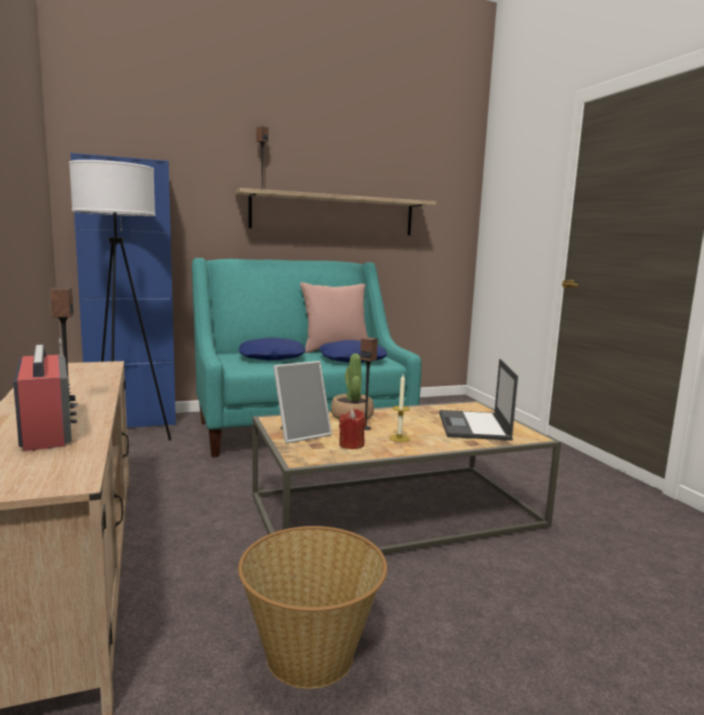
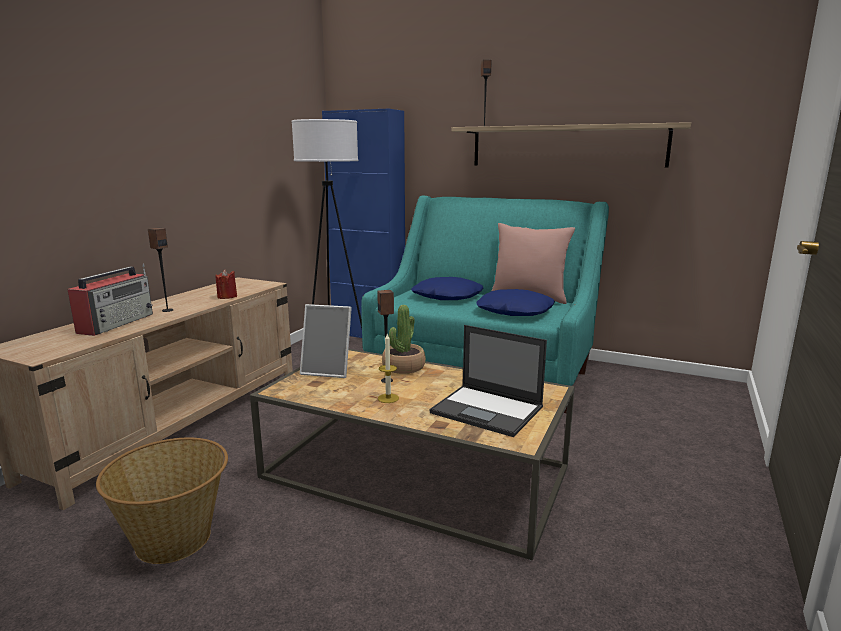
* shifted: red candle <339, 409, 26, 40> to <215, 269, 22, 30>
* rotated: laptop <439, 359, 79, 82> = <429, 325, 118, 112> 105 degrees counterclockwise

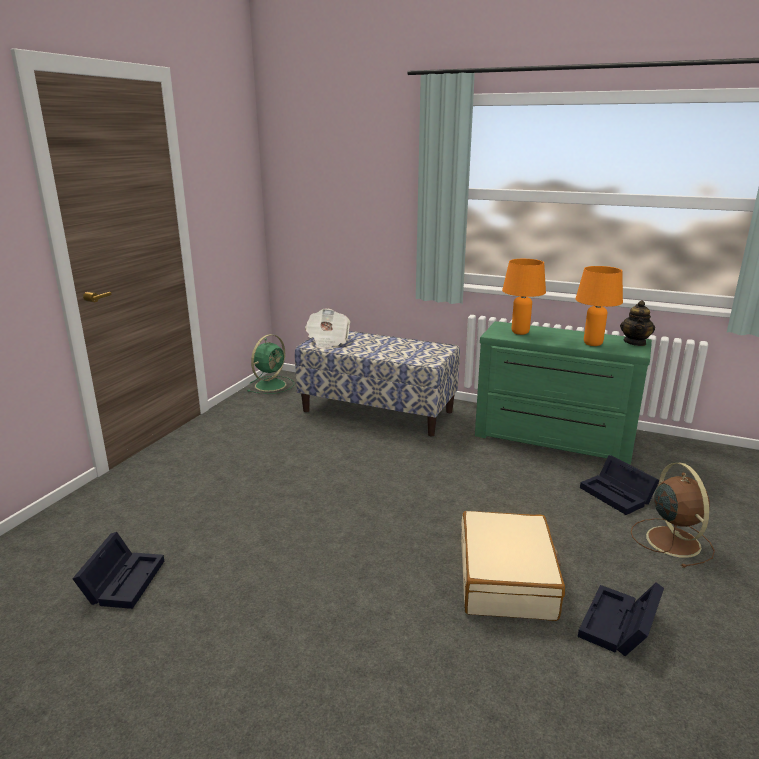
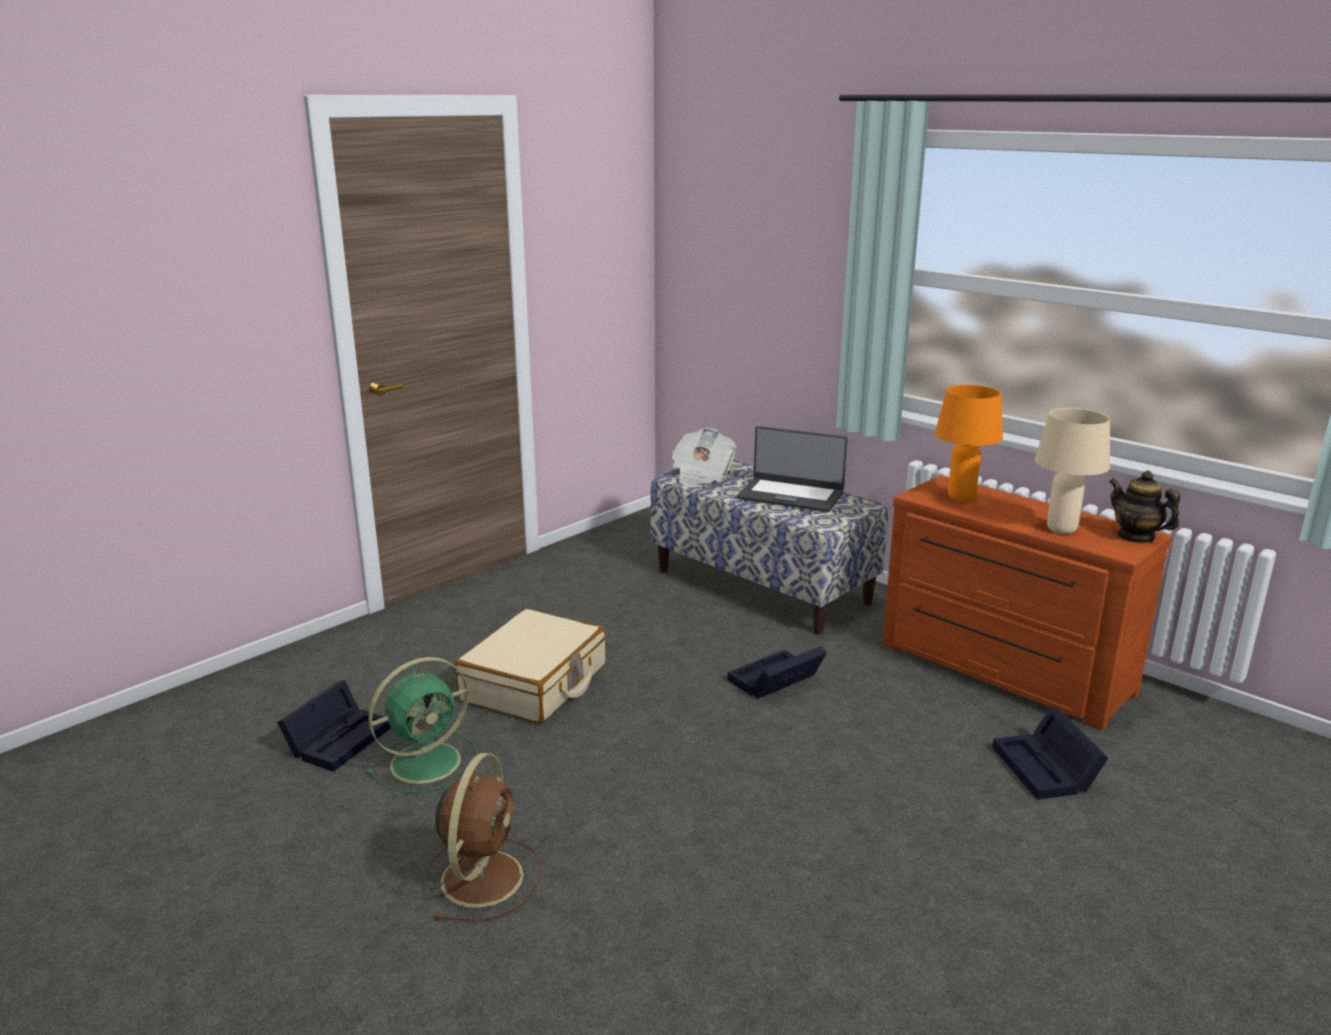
* shifted: green fan <247, 334, 47, 60> to <367, 657, 112, 136>
* shifted: brown fan <631, 463, 84, 105> to <426, 753, 115, 168>
* shifted: beige suitcase <461, 511, 104, 110> to <455, 609, 151, 114>
* shifted: black storage box <578, 582, 86, 74> to <728, 646, 99, 53>
* new: laptop <737, 426, 111, 86>
* repainted: green dresser <475, 321, 177, 144> to brown dresser <882, 475, 290, 256>
* repainted: orange table lamp <575, 266, 48, 80> to beige table lamp <1035, 408, 75, 126>
* rotated: teapot <620, 300, 35, 46> = <1109, 470, 71, 73> 105 degrees clockwise

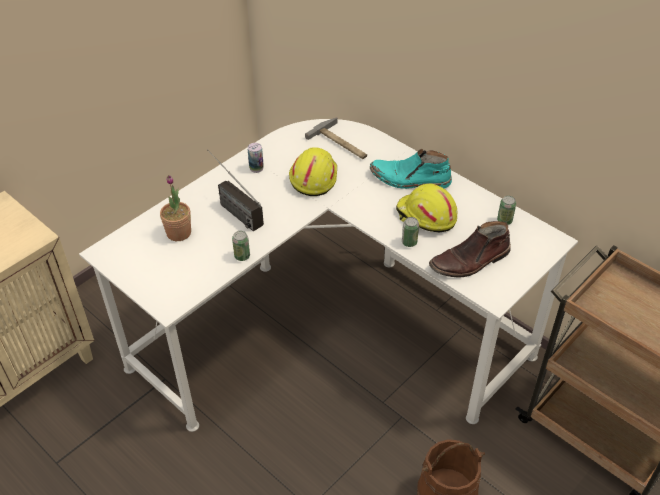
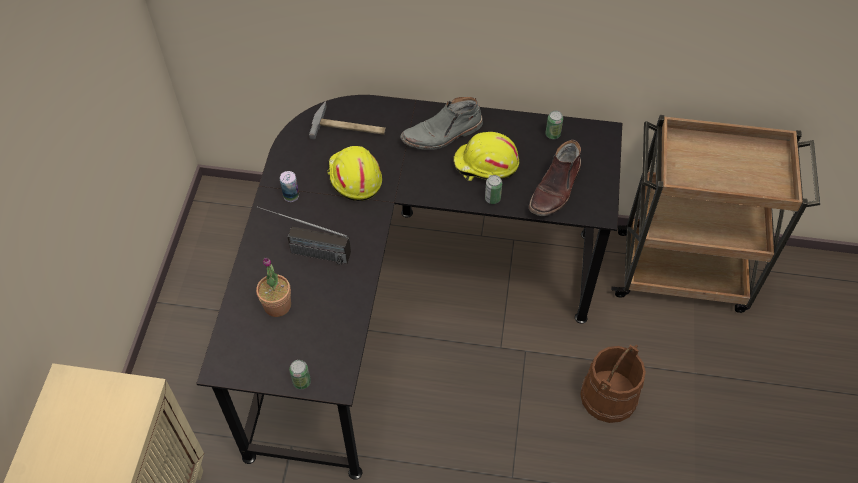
* repainted: white desk <79, 119, 499, 313> to black desk <196, 95, 426, 385>
* shifted: can <232, 231, 18, 30> to <289, 360, 22, 29>
* repainted: turquoise boot <370, 149, 82, 40> to grey boot <400, 97, 83, 53>

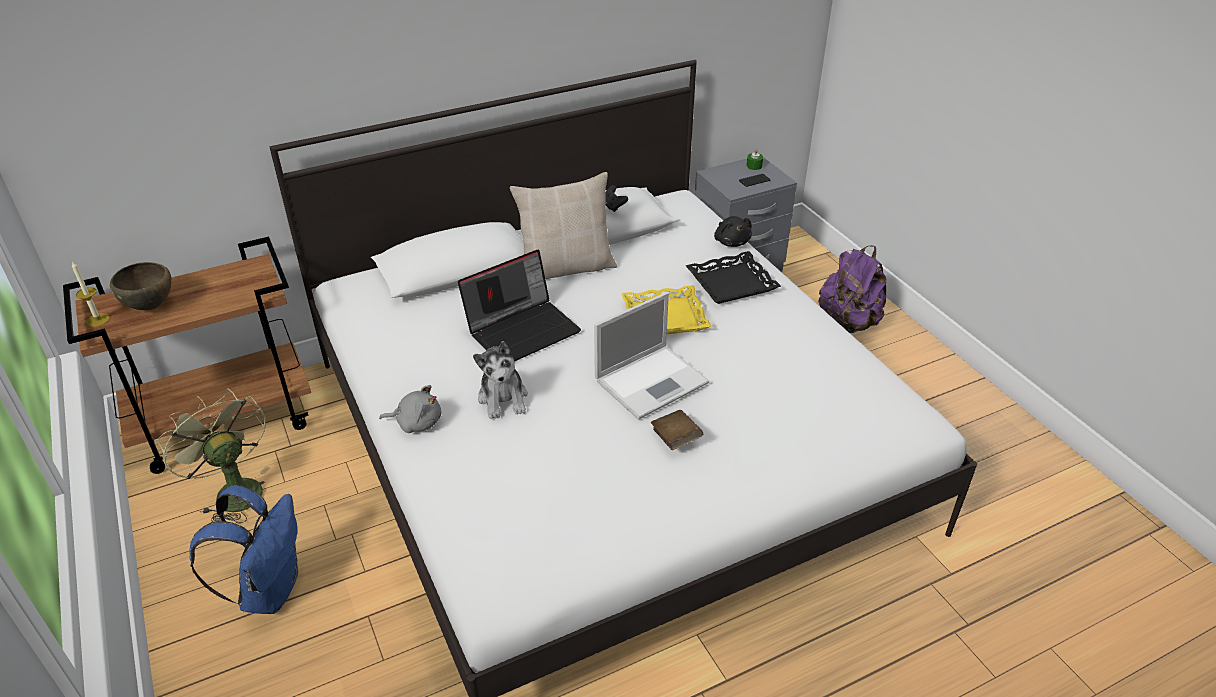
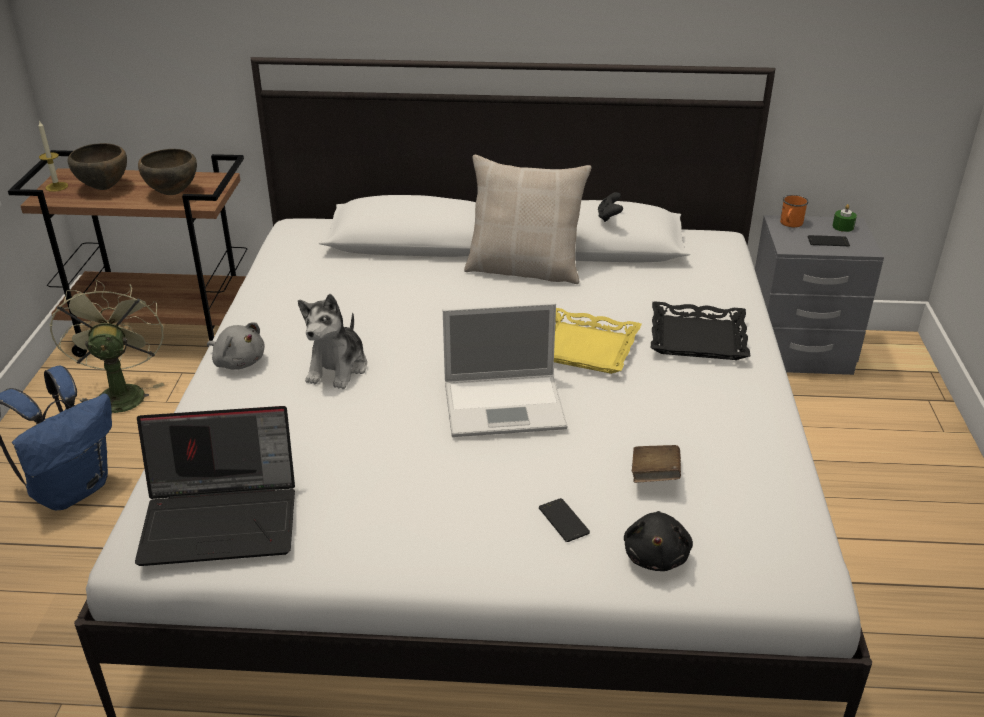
* shifted: laptop <458, 249, 123, 113> to <135, 406, 160, 160>
* new: brown bowl <138, 149, 59, 46>
* new: phone <539, 498, 51, 44>
* shifted: black plush toy <714, 216, 38, 31> to <624, 511, 69, 60>
* shifted: brown book <651, 410, 52, 40> to <632, 445, 49, 38>
* new: orange mug <780, 195, 28, 32>
* gone: purple backpack <818, 245, 69, 88>

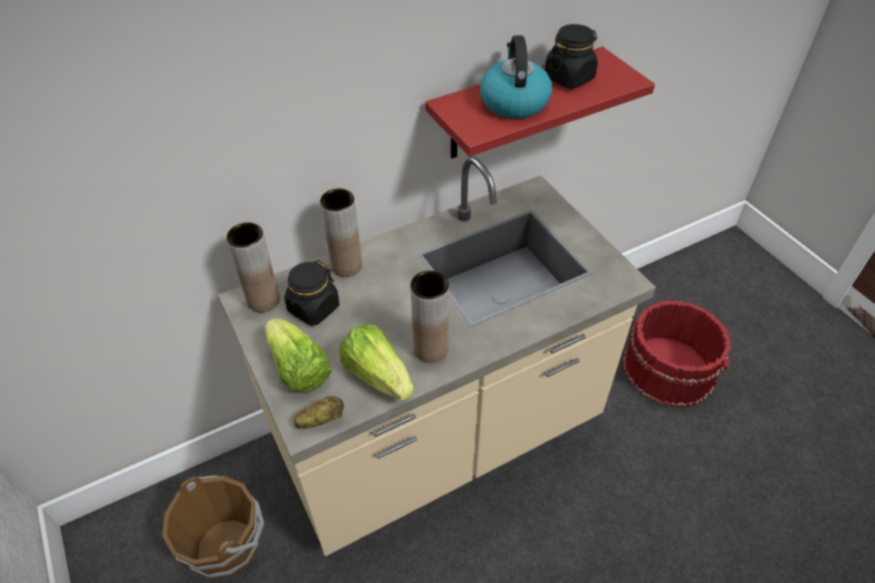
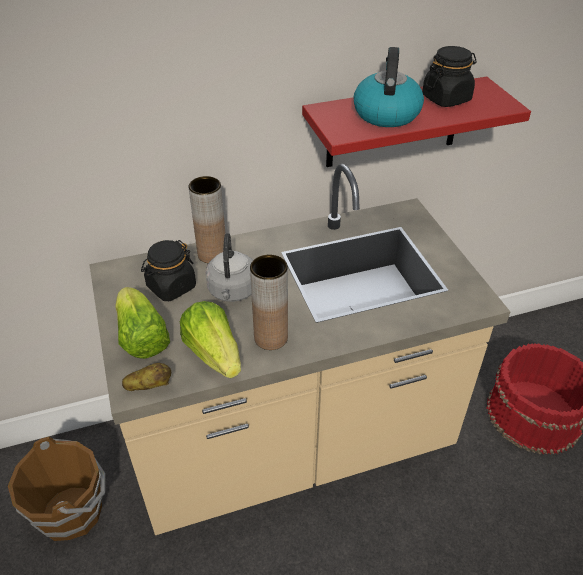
* new: grey kettle <205, 233, 48, 69>
* gone: brown vase <226, 223, 54, 89>

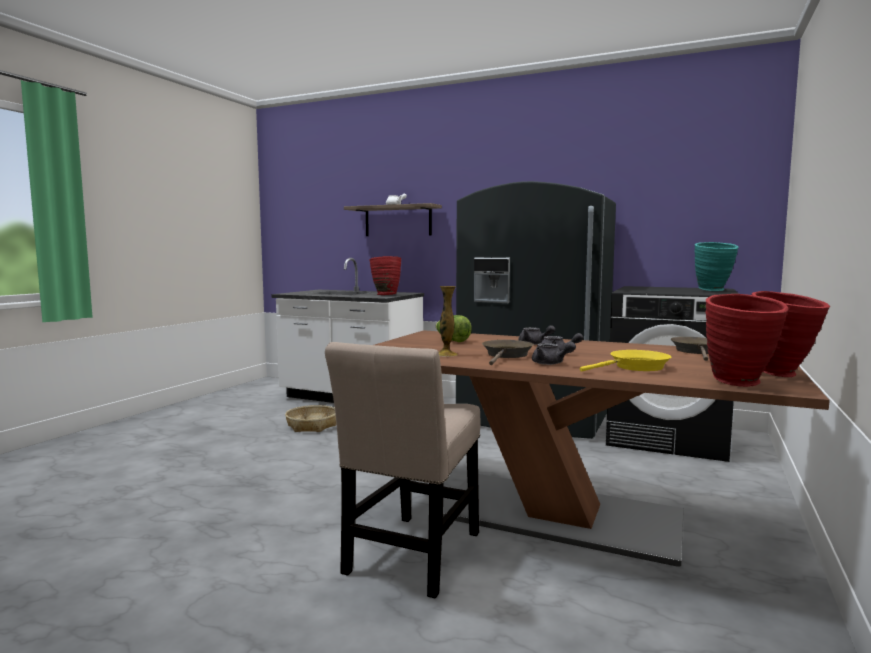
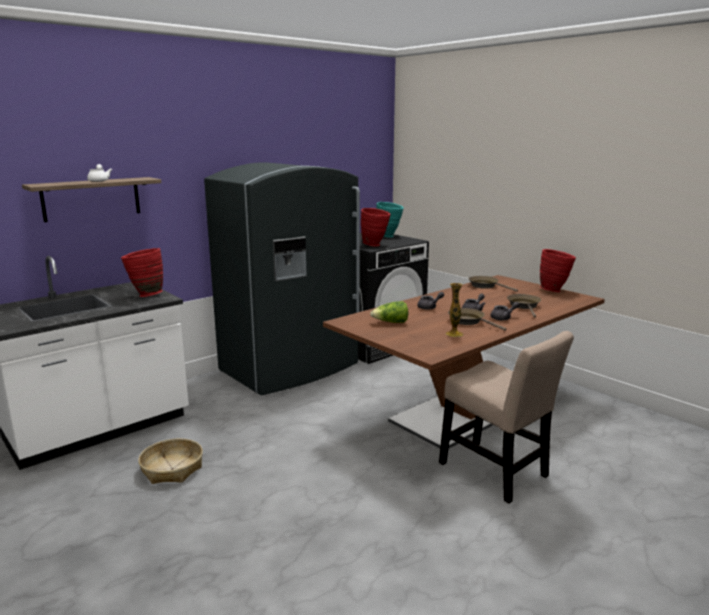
* shifted: red vase <705, 294, 84, 93> to <361, 208, 30, 38>
* repainted: yellow frying pan <580, 350, 91, 22> to brown frying pan <507, 294, 34, 24>

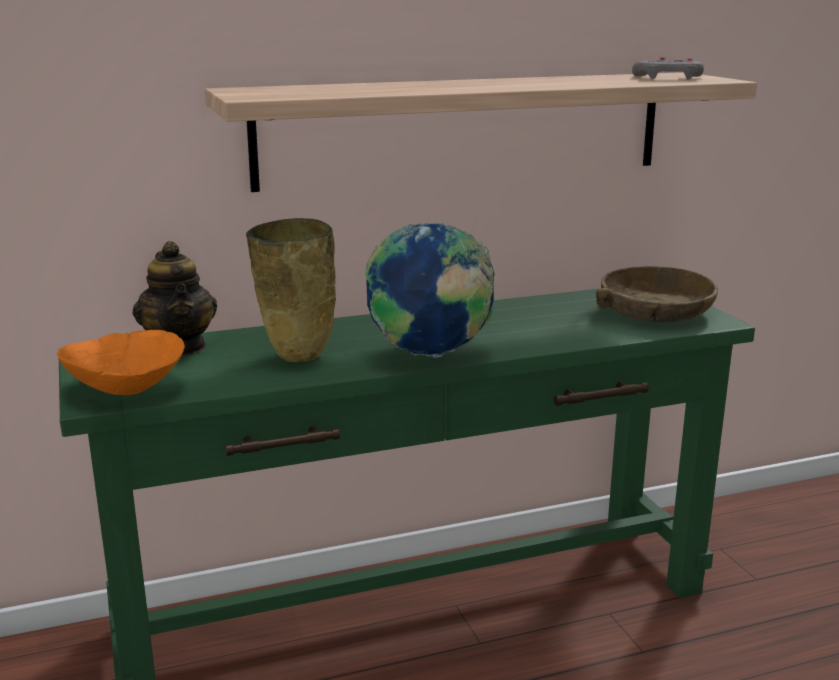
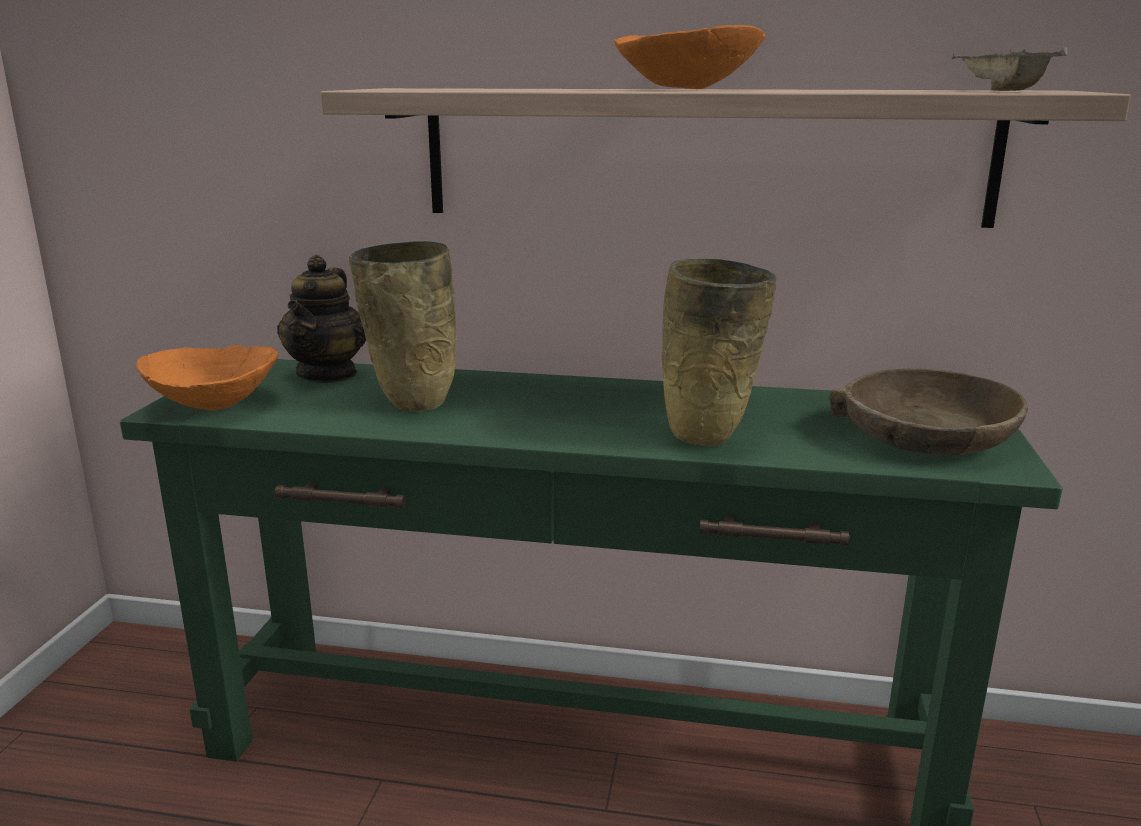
* new: orange bowl <614, 25, 152, 64>
* new: beige vase <662, 259, 115, 187>
* swapped: grey game controller <632, 57, 72, 23> to beige tray <952, 46, 115, 45>
* gone: globe <365, 223, 130, 135>

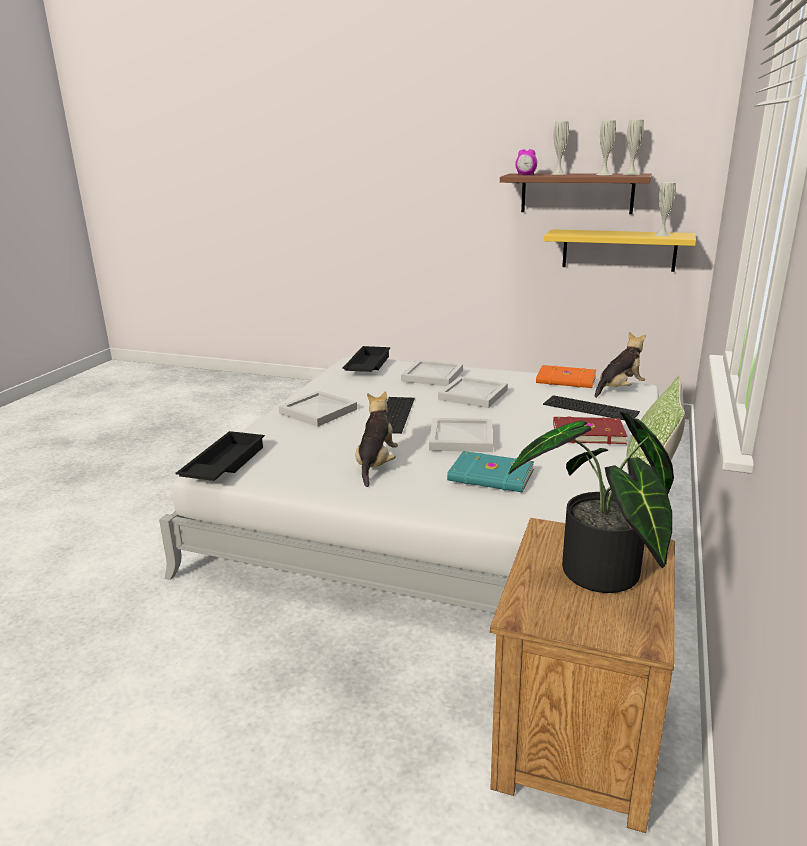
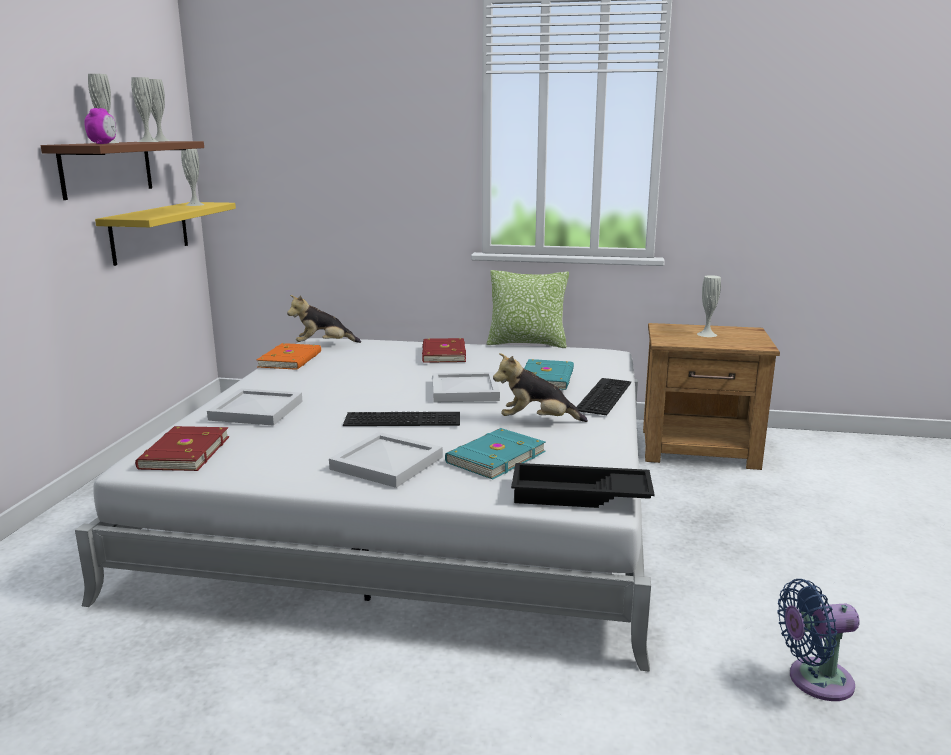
* swapped: black tray <342, 346, 48, 26> to red book <135, 426, 94, 45>
* rotated: plush toy <595, 332, 51, 66> = <287, 295, 74, 48> 60 degrees counterclockwise
* new: turquoise book <445, 428, 101, 52>
* shifted: keyboard <543, 395, 97, 25> to <576, 378, 55, 37>
* swapped: potted plant <508, 411, 166, 182> to white vase <697, 275, 24, 62>
* new: blue fan <777, 579, 83, 122>
* gone: white tray <438, 376, 70, 32>

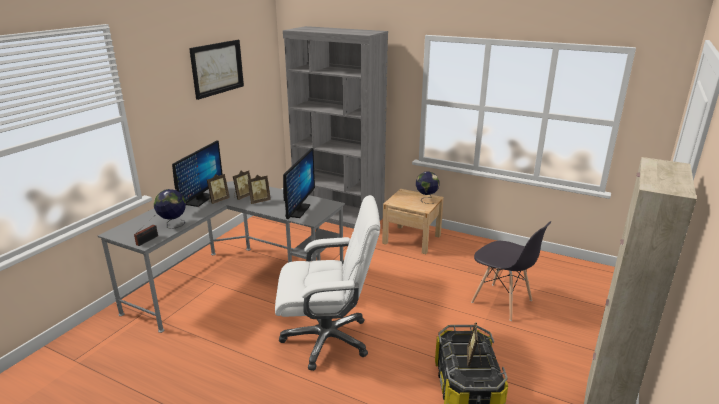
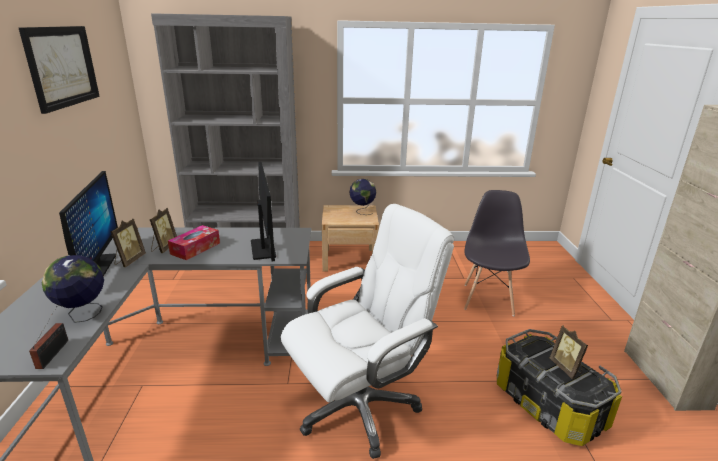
* swapped: picture frame <247, 175, 24, 29> to tissue box <168, 225, 52, 35>
* rotated: grey chair <471, 221, 81, 100> = <464, 190, 66, 126> 90 degrees counterclockwise

